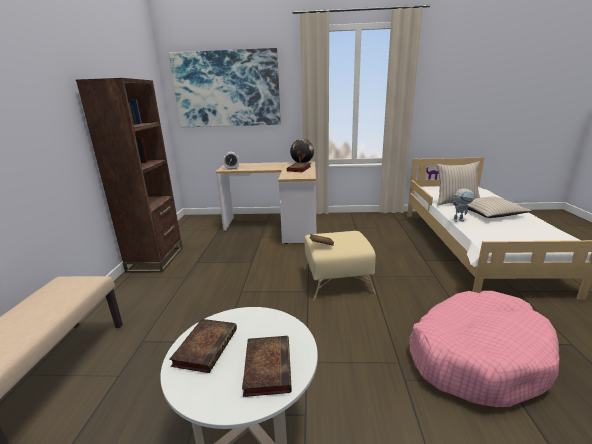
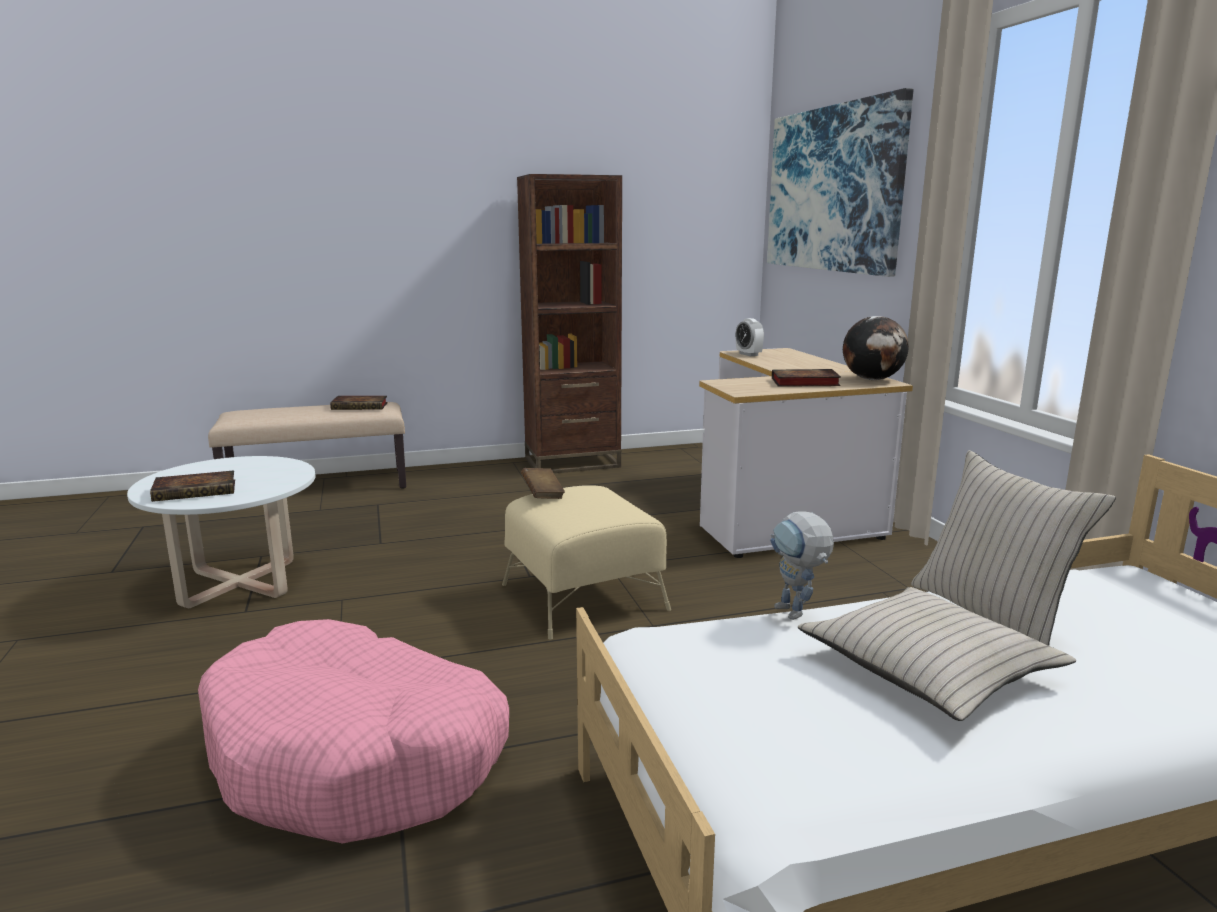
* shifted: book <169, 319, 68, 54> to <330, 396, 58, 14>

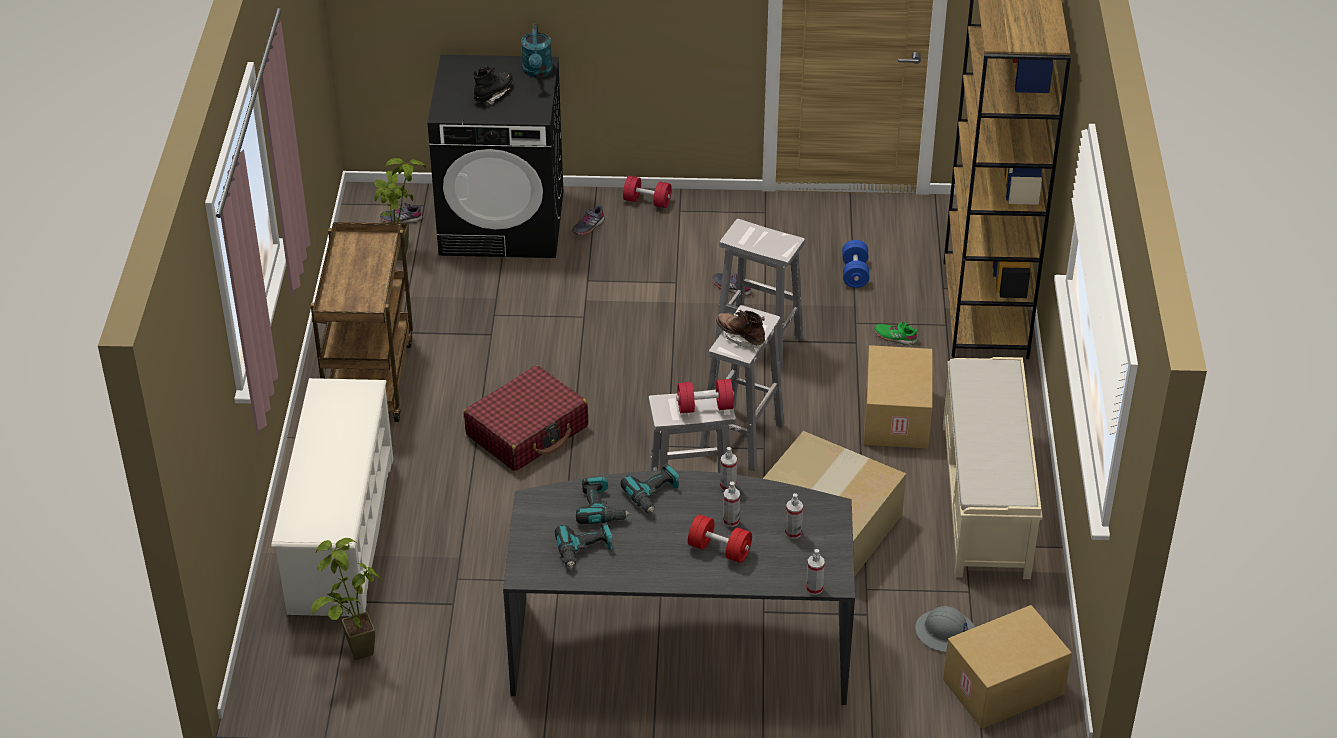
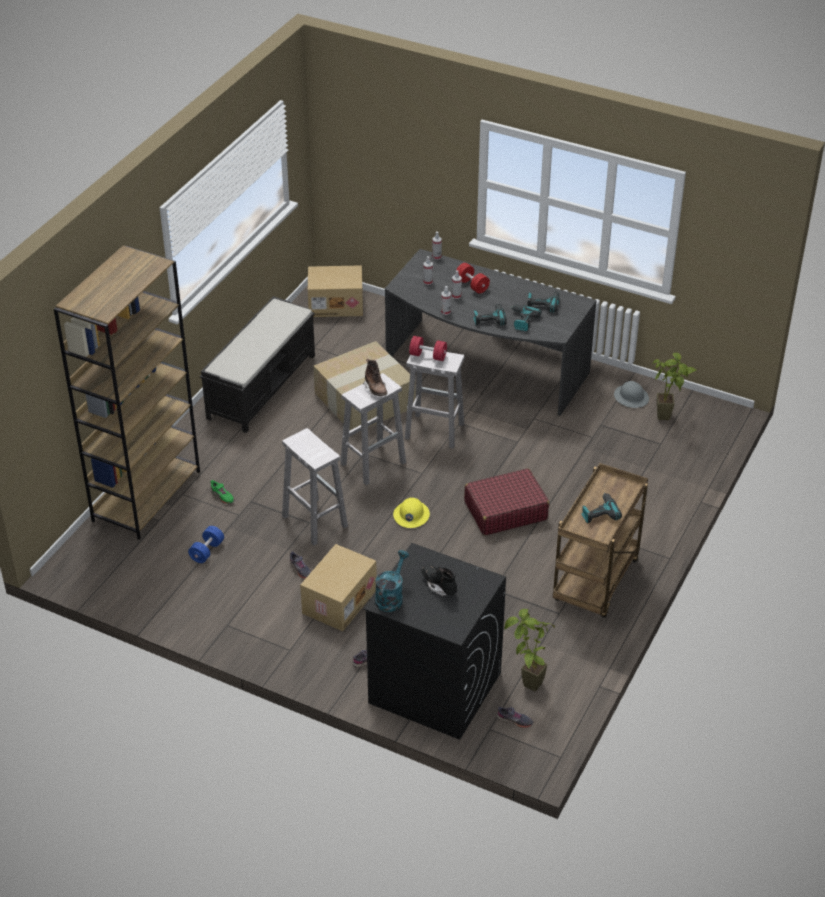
* repainted: beige bench <943, 357, 100, 222> to black bench <200, 296, 115, 137>
* shifted: cardboard box <864, 345, 69, 104> to <300, 544, 77, 87>
* new: yellow hard hat <393, 498, 37, 30>
* rotated: black boot <473, 66, 40, 39> = <422, 565, 35, 31> 75 degrees clockwise
* new: power drill <581, 492, 41, 31>
* shifted: grey hard hat <915, 606, 60, 46> to <614, 381, 35, 27>
* gone: white shoe rack <271, 378, 122, 238>
* gone: red dumbbell <623, 176, 49, 32>

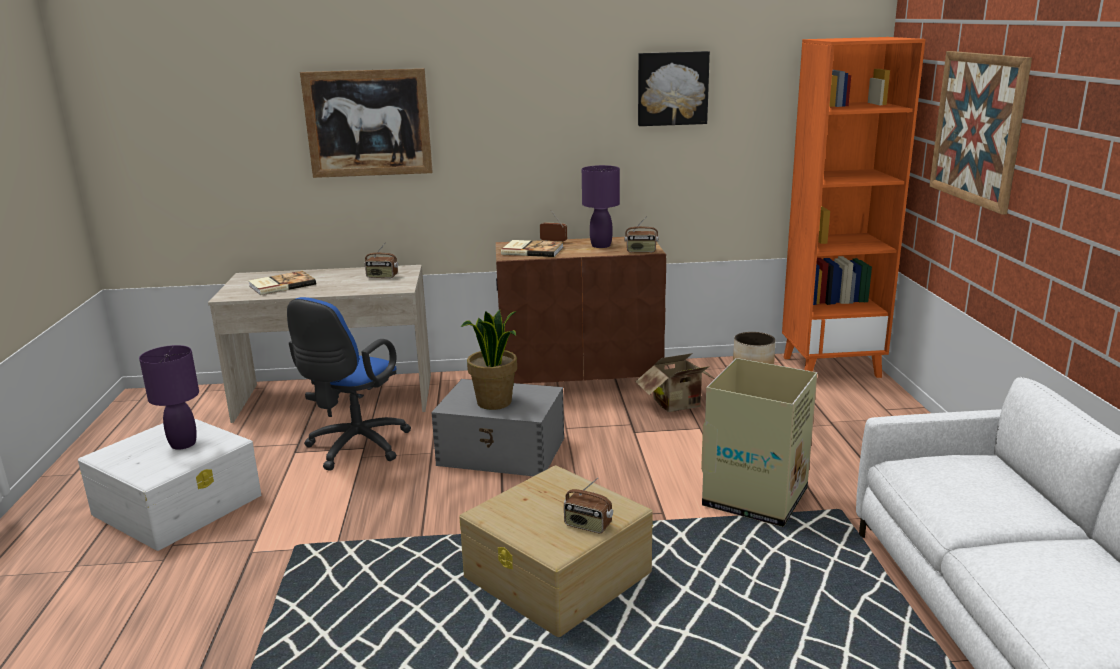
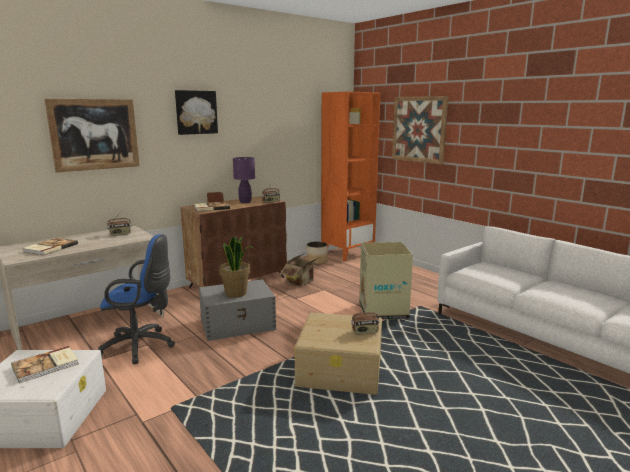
* swapped: purple table lamp <139, 345, 60, 105> to book <11, 346, 68, 37>
* rotated: blue office chair <287, 297, 124, 174> = <98, 234, 77, 130> 75 degrees counterclockwise
* shifted: picture <638, 51, 72, 75> to <175, 90, 43, 45>

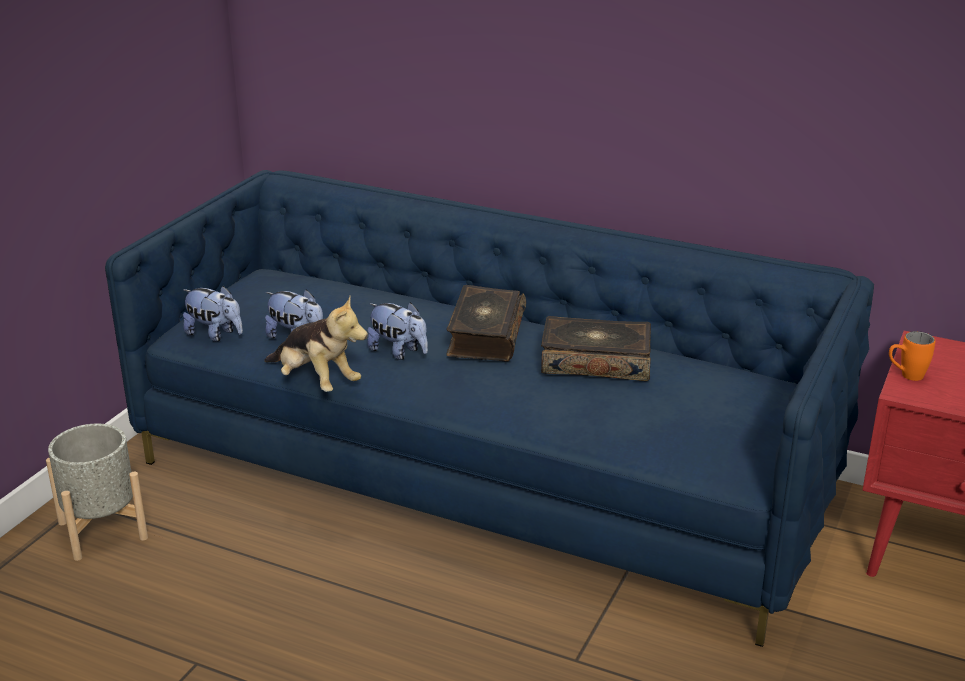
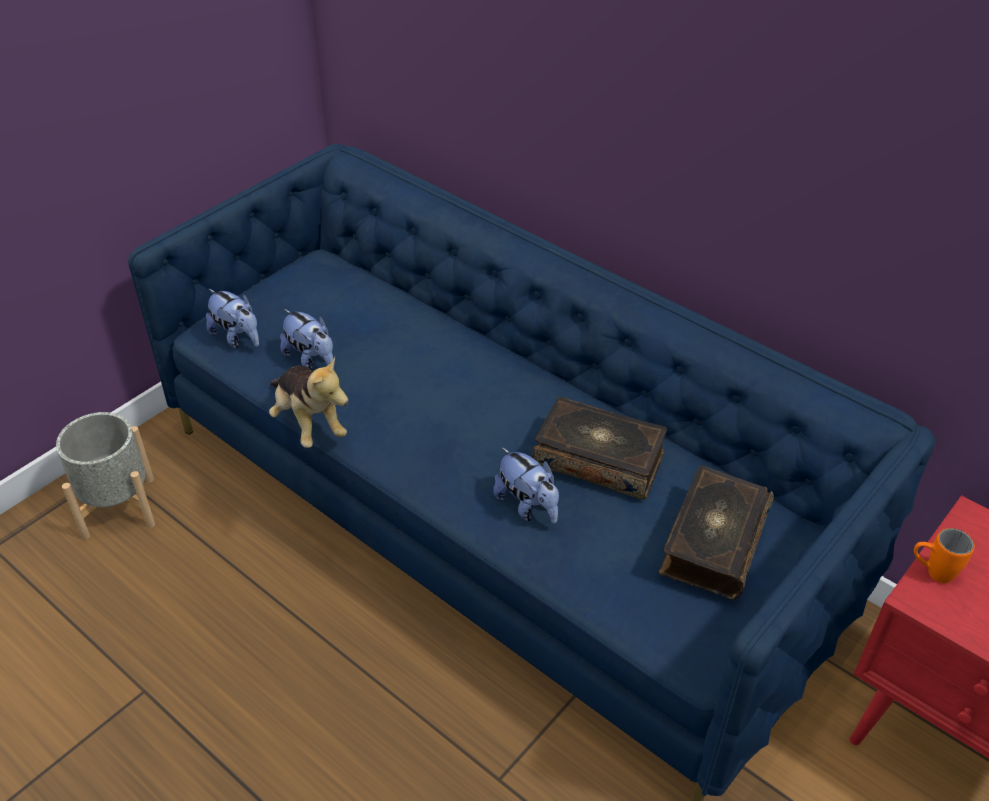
* shifted: plush toy <367, 302, 61, 58> to <493, 448, 66, 76>
* shifted: book <446, 285, 80, 77> to <659, 465, 115, 135>

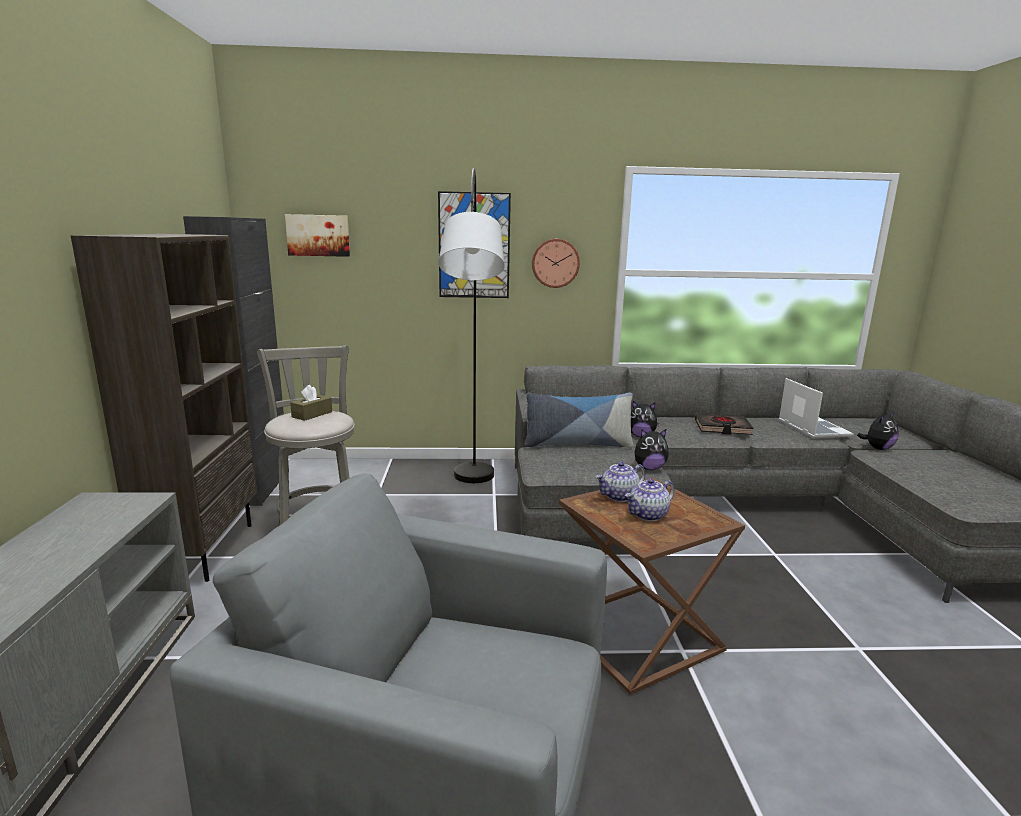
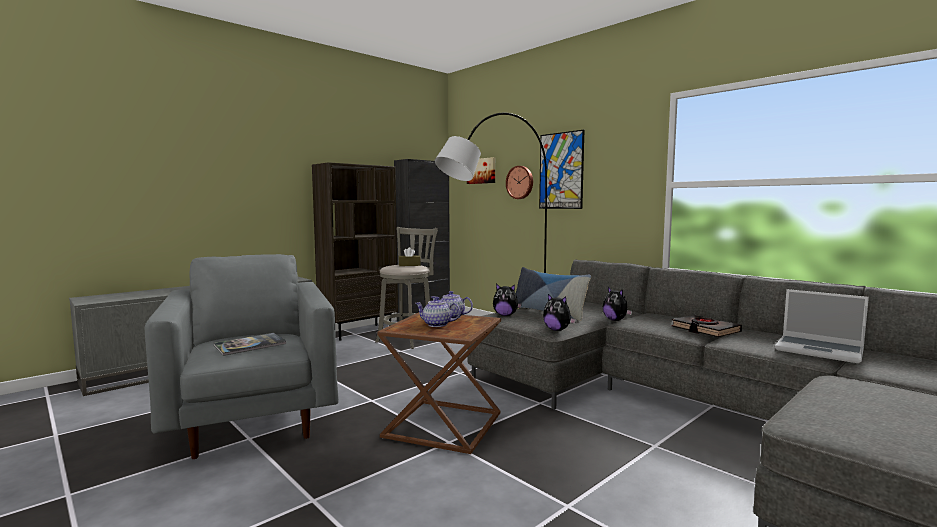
* new: book <214, 333, 72, 23>
* shifted: plush toy <857, 412, 42, 38> to <493, 284, 29, 32>
* shifted: wall clock <532, 239, 48, 49> to <506, 166, 27, 33>
* rotated: laptop <779, 378, 75, 60> = <775, 289, 94, 74> 90 degrees clockwise

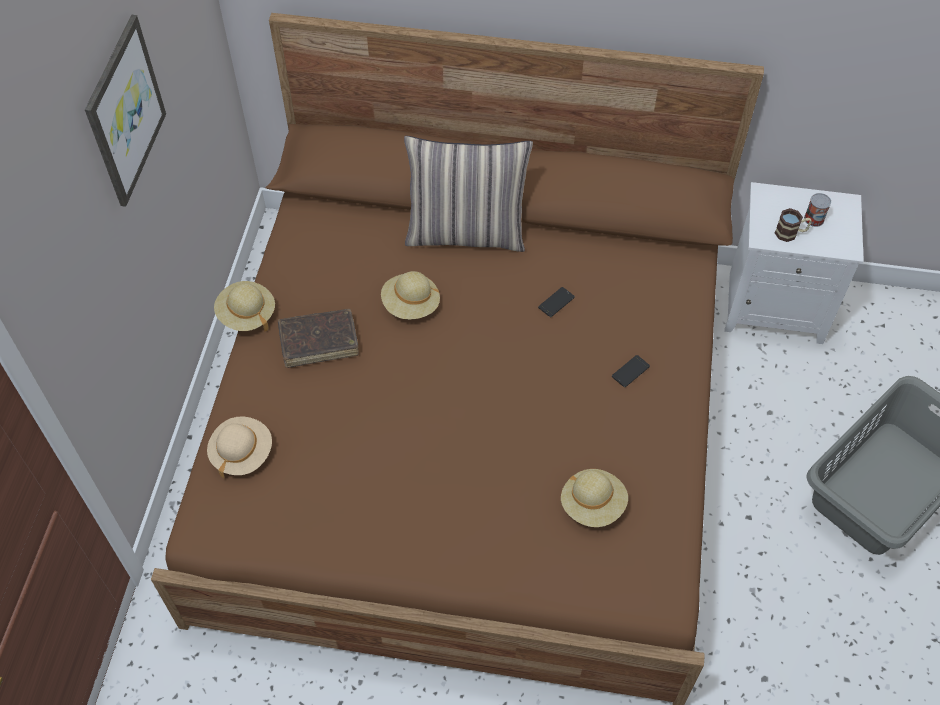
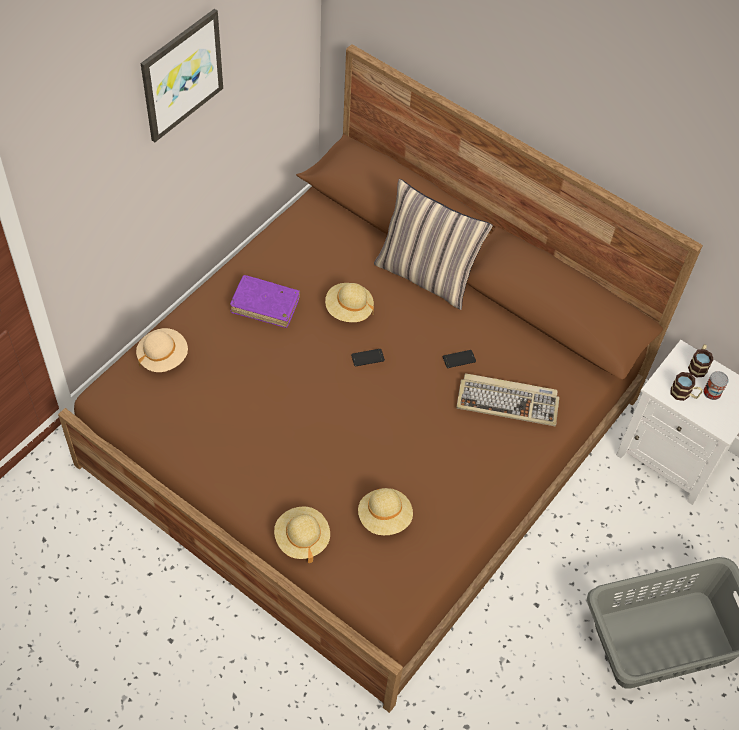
* repainted: brown book <278, 309, 81, 59> to purple book <230, 275, 70, 53>
* shifted: beige hat <214, 281, 61, 51> to <274, 506, 56, 57>
* shifted: phone <612, 355, 38, 32> to <351, 349, 34, 17>
* new: keyboard <456, 373, 103, 53>
* new: mug <688, 344, 26, 34>

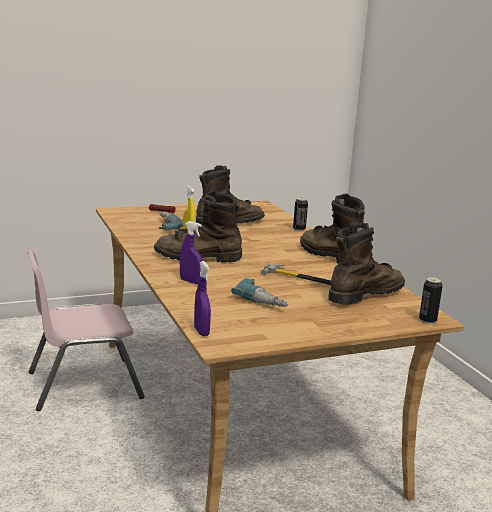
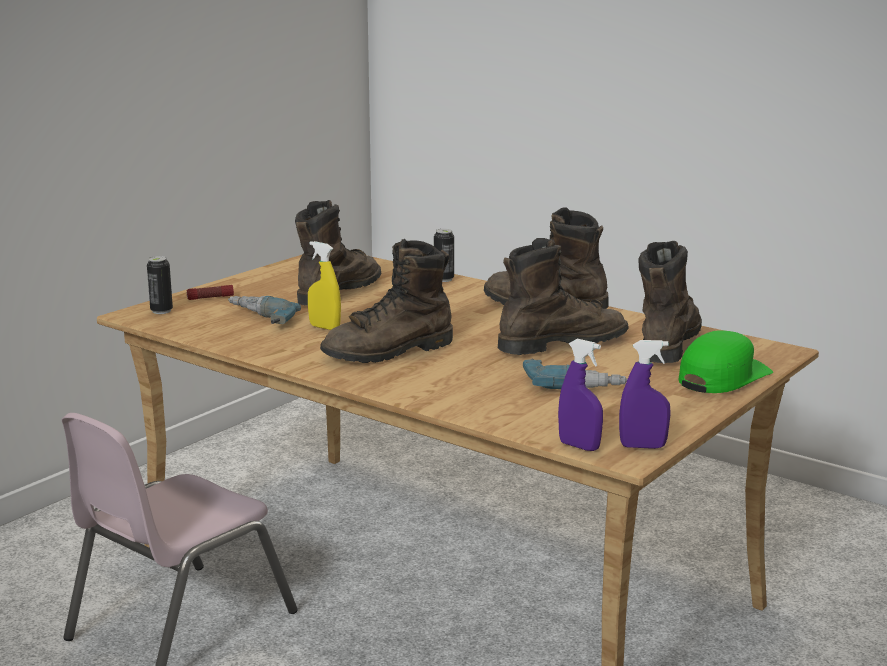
* shifted: can <419, 277, 24, 47> to <147, 256, 26, 58>
* swapped: hammer <261, 264, 70, 21> to brown boot <498, 238, 131, 117>
* shifted: purple spray bottle <180, 221, 23, 63> to <619, 340, 52, 109>
* new: green cap <678, 330, 95, 63>

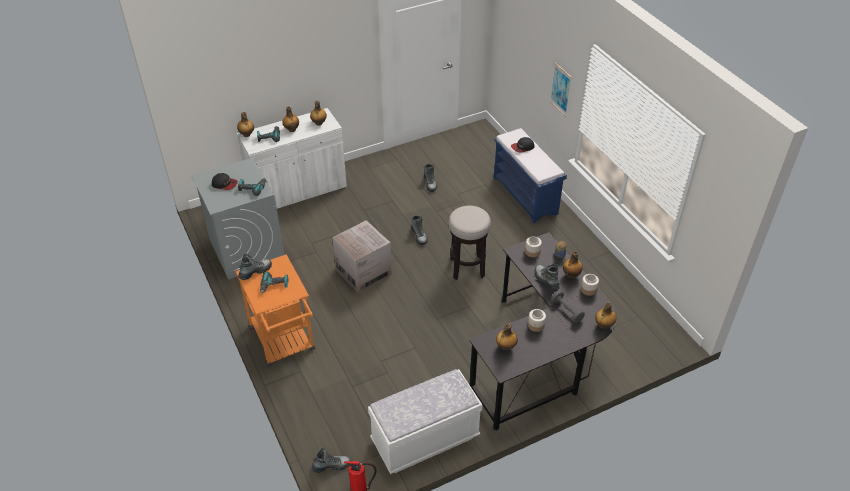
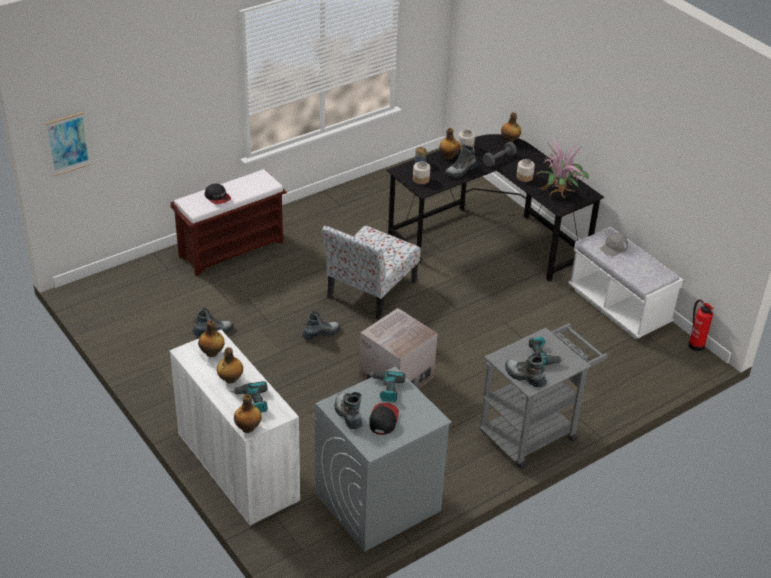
* shifted: picture <549, 62, 23, 55> to <45, 112, 46, 64>
* repainted: blue bench <494, 128, 73, 95> to brown bench <170, 169, 117, 107>
* swapped: stool <448, 206, 43, 74> to chair <322, 226, 99, 94>
* shifted: boot <311, 447, 40, 26> to <335, 392, 27, 37>
* repainted: orange cart <235, 254, 80, 113> to grey cart <480, 323, 128, 146>
* swapped: bottle <496, 324, 22, 26> to potted plant <535, 137, 54, 61>
* new: grey cap <600, 233, 28, 23>

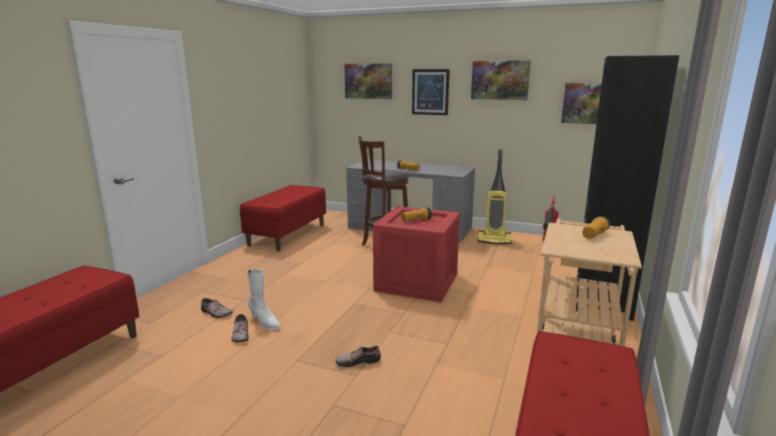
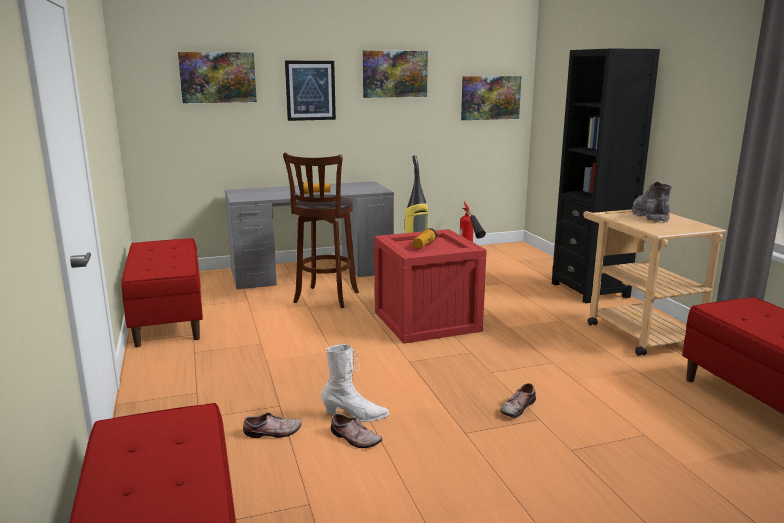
* swapped: flashlight <583, 216, 27, 23> to grey boot <632, 181, 40, 42>

